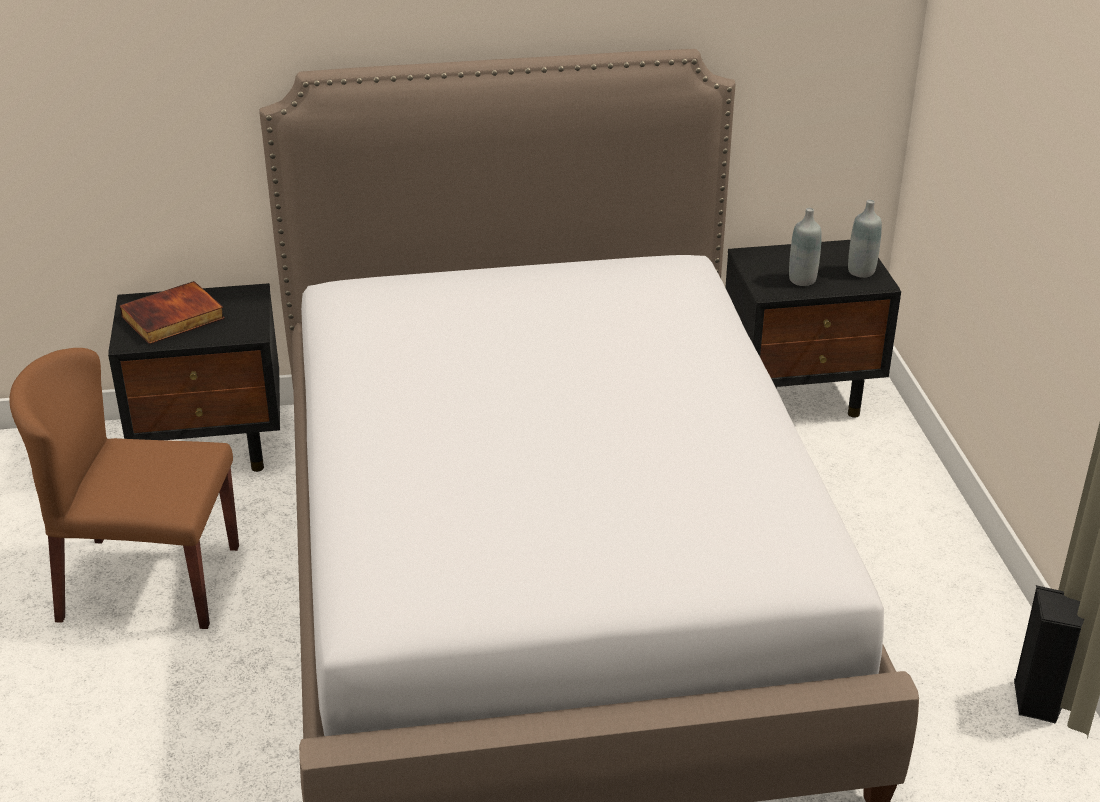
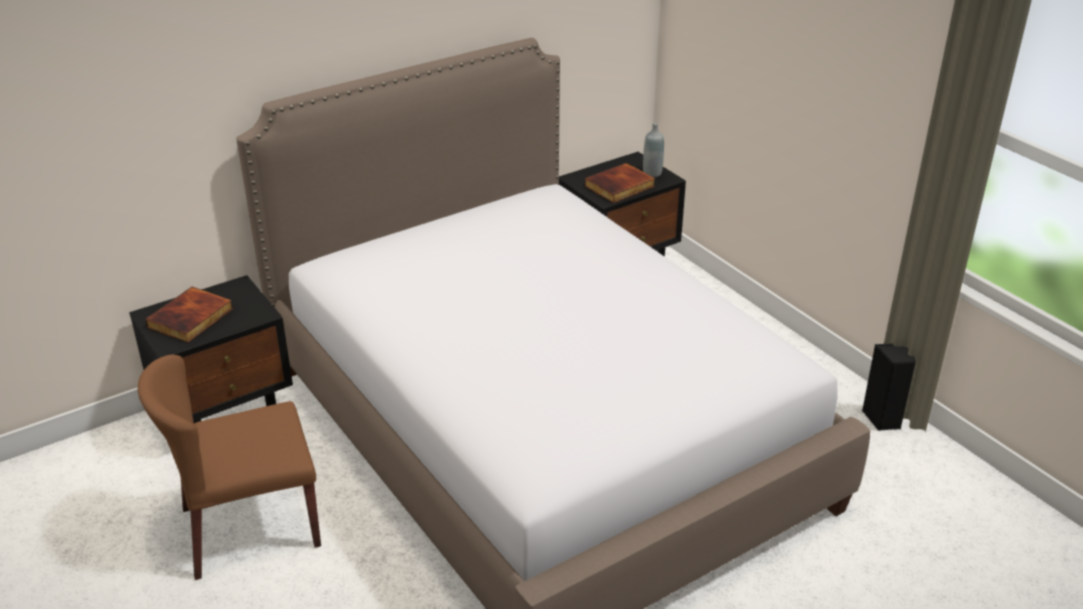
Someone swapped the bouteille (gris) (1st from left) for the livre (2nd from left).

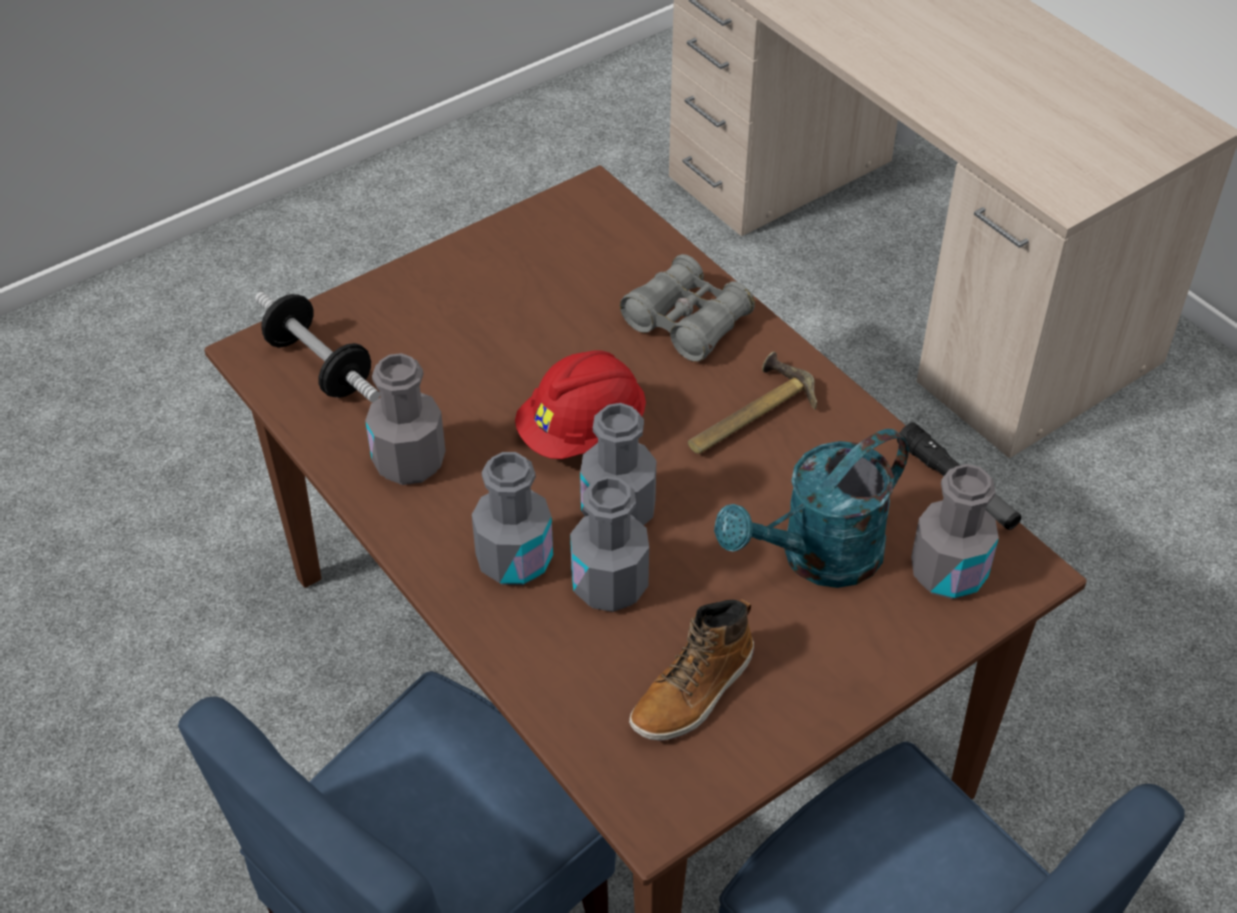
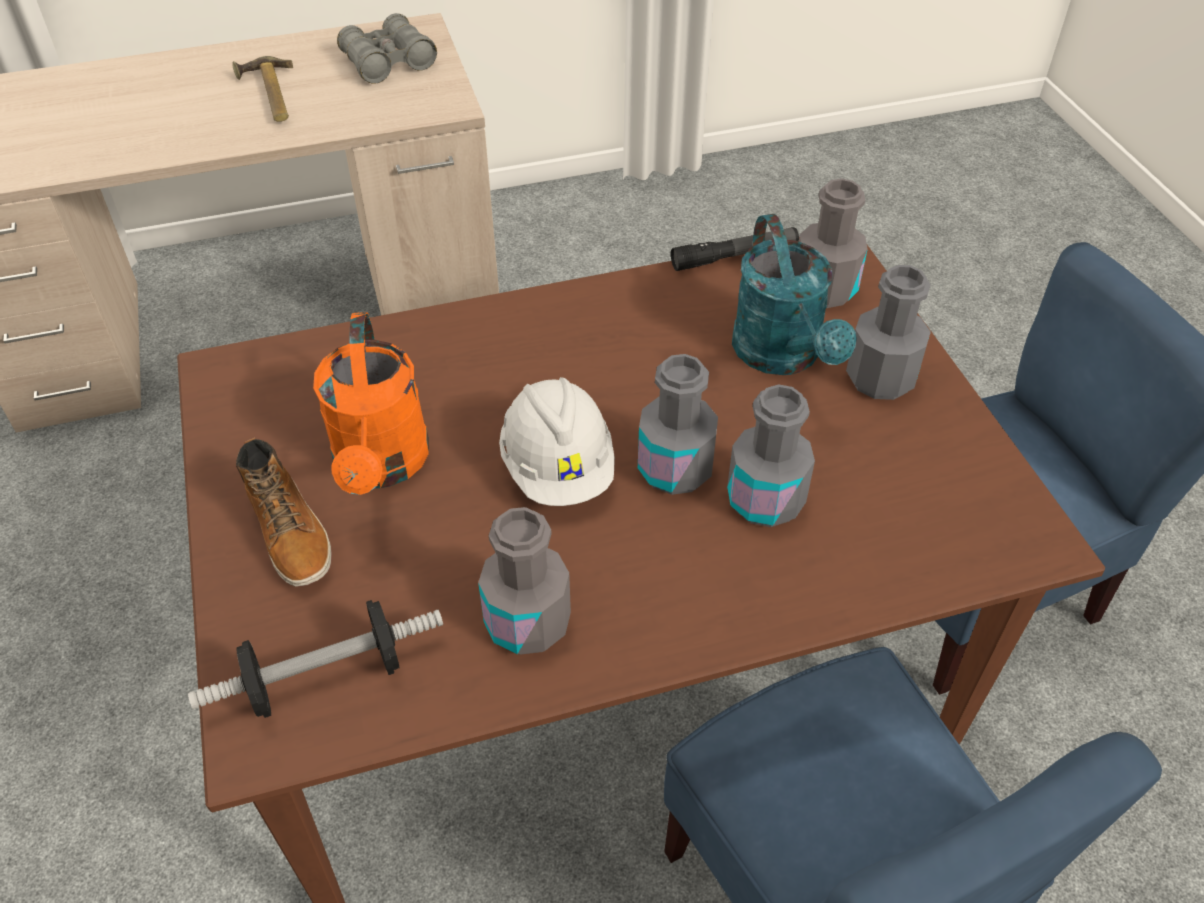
Someone carried the marteau.
Someone carried the botte.
Someone put down the arrosoir (orange).
Someone carried the jumelles (gris).
Someone repainted the casque de chantier (rouge), which became the casque de chantier (blanc).
Someone carried the bouteille (gris) (2nd from left in the first image).

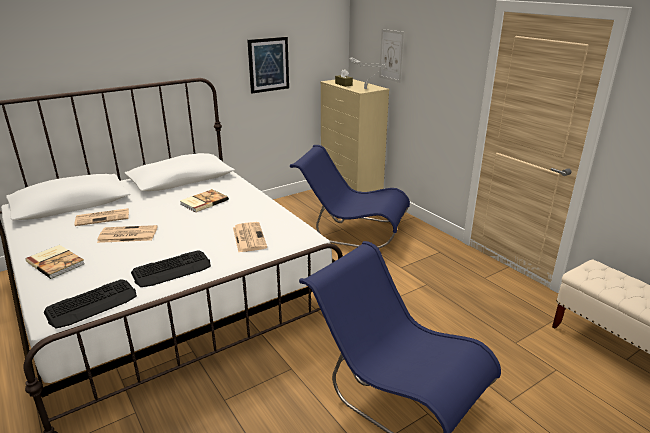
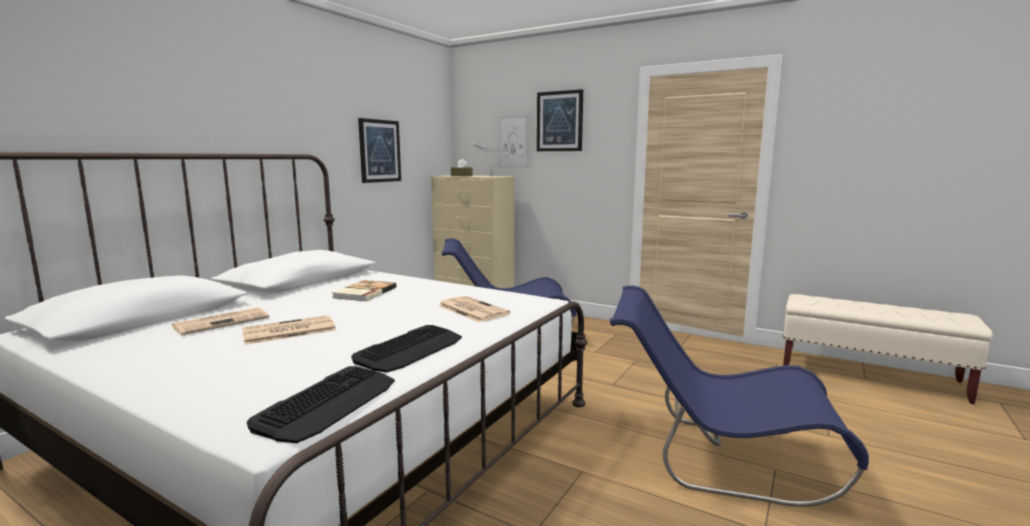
Someone put up the tableau (3rd from left).
Someone took away the livre (1st from left).

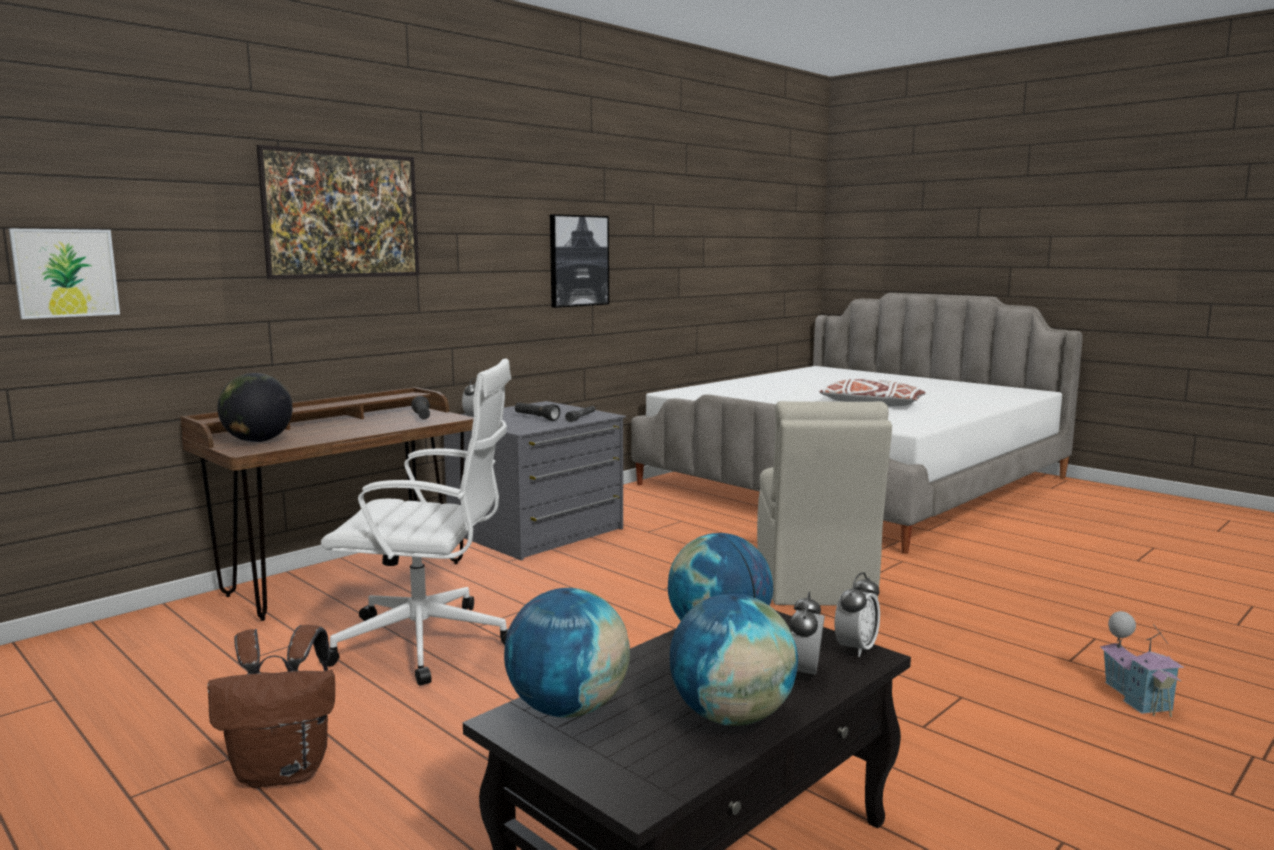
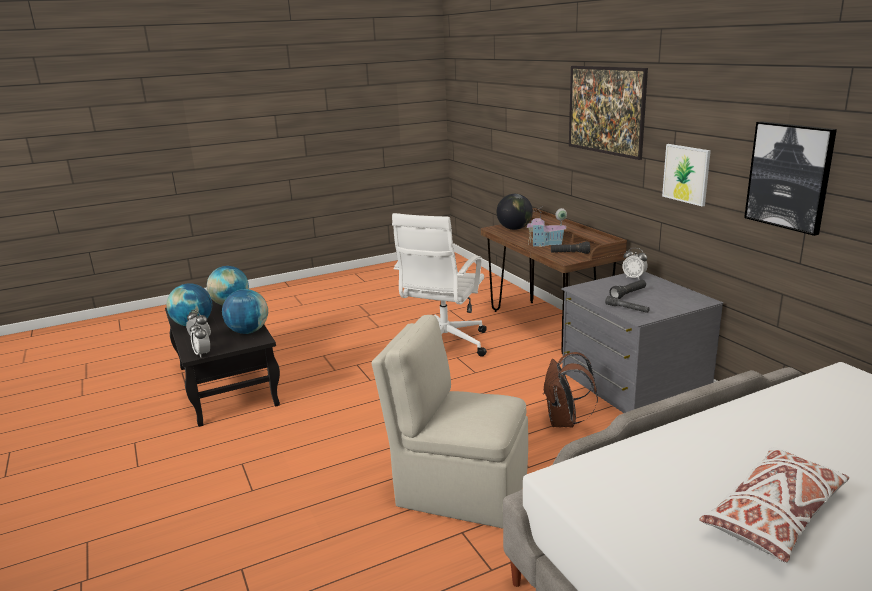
Someone carried the maison miniature.
Someone carried the sac à dos (marron).
Someone carried the tableau (1st from left in the first image).

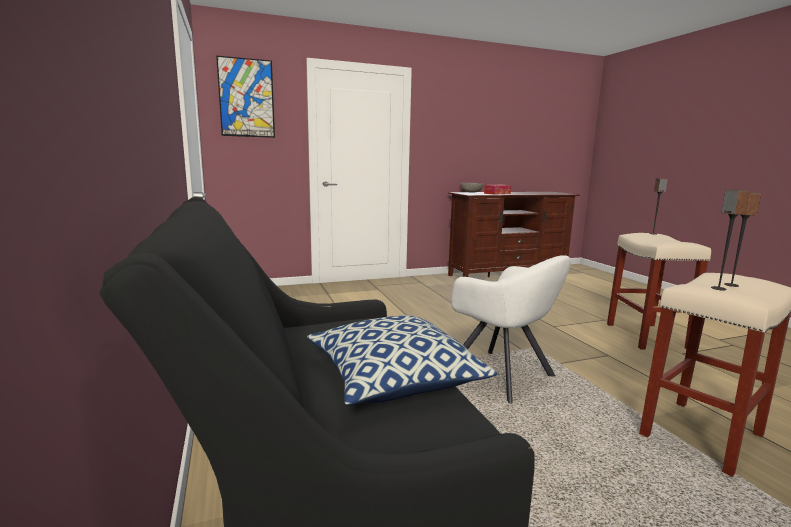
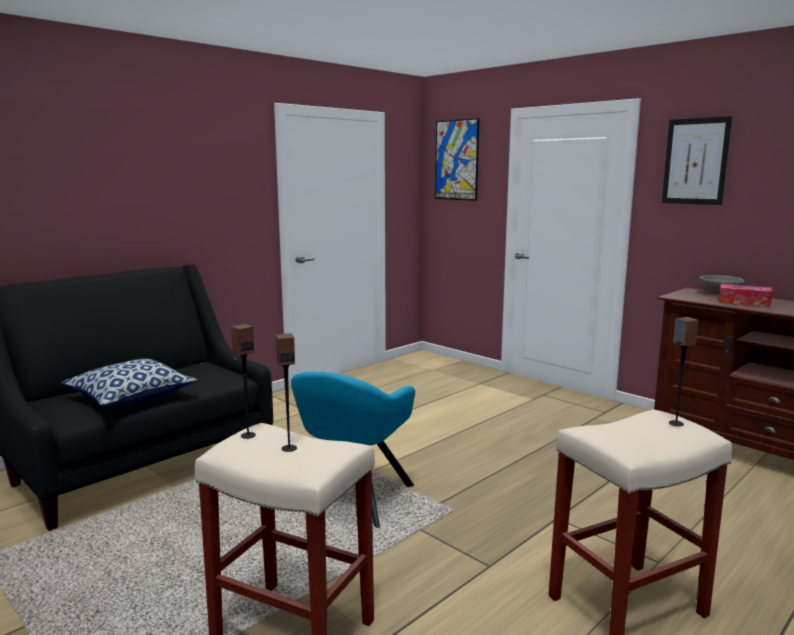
Someone repainted the fauteuil (blanc), which became the fauteuil (turquoise).
Someone put up the tableau (2nd from left).

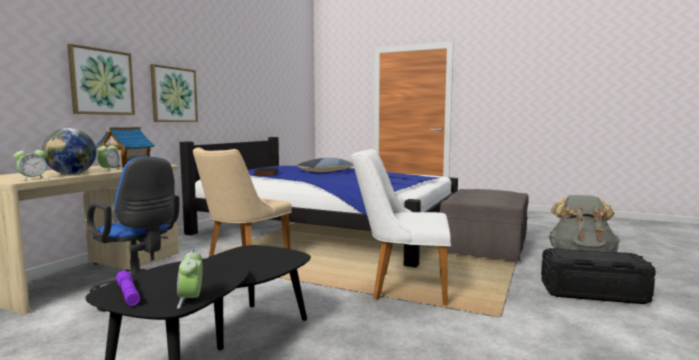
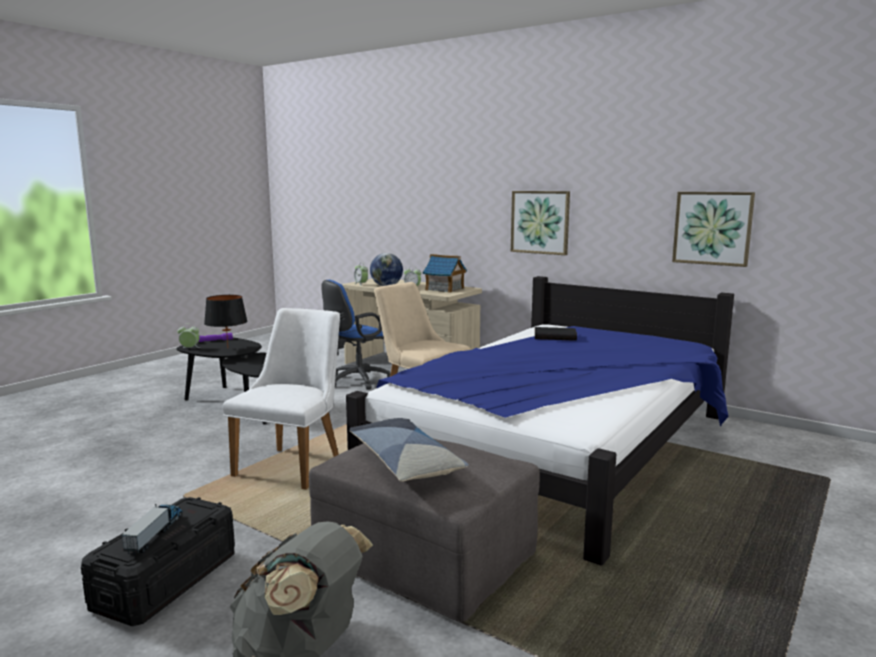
Someone put down the camion jouet.
Someone put down the lampe de table (noir).
Someone carried the coussin.
Someone carried the tableau (1st from left in the first image).

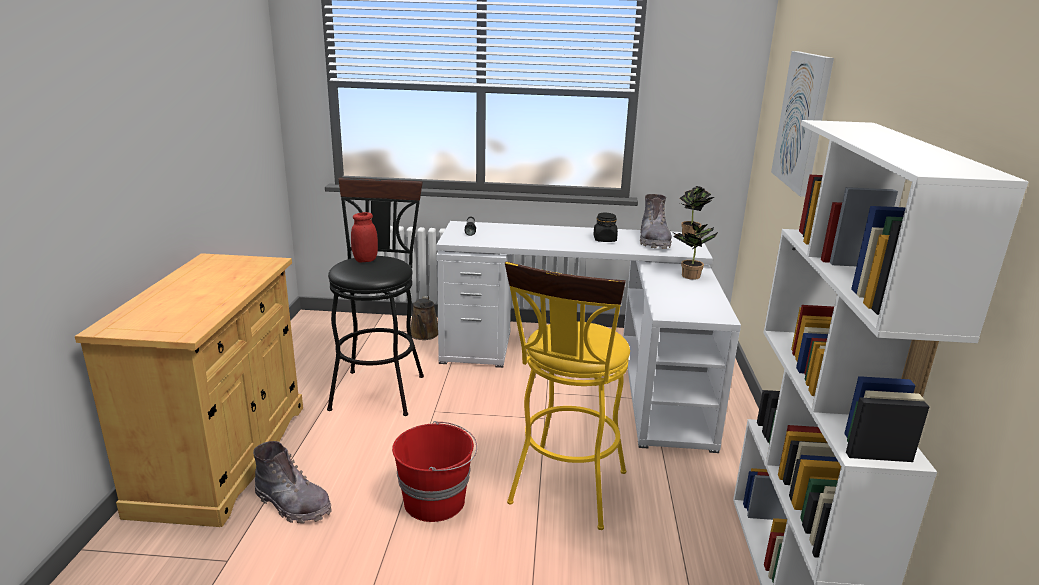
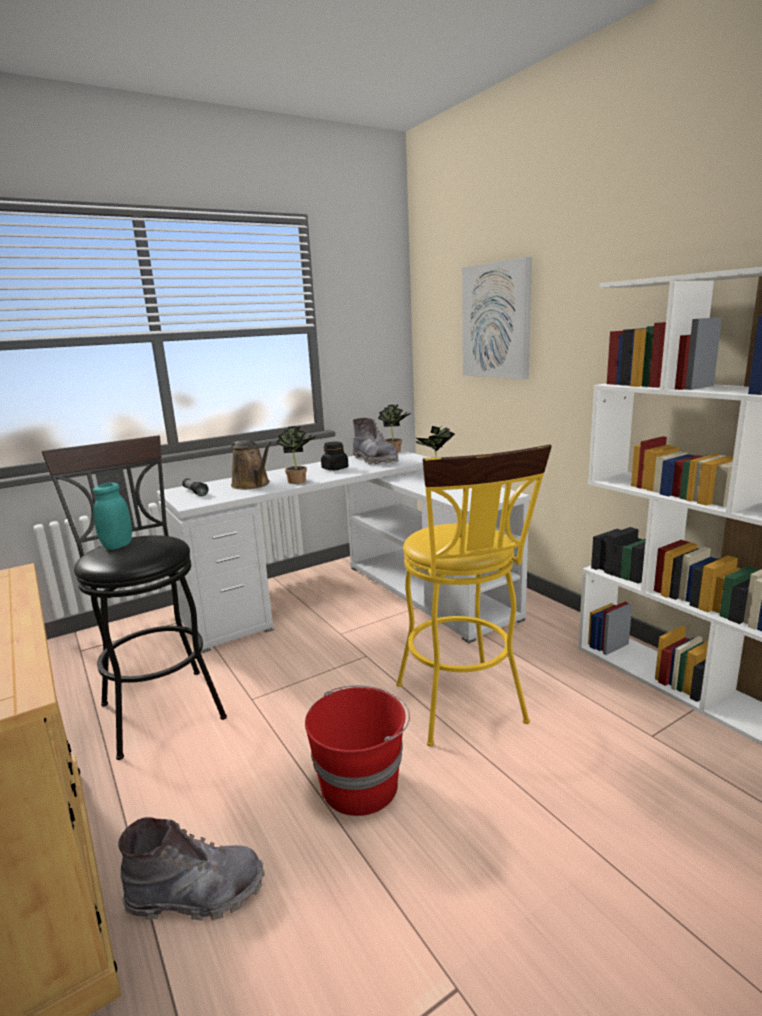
Someone repainted the bocal (rouge), which became the bocal (turquoise).
Someone carried the arrosoir (marron).
Someone put down the plante en pot (1st from left).

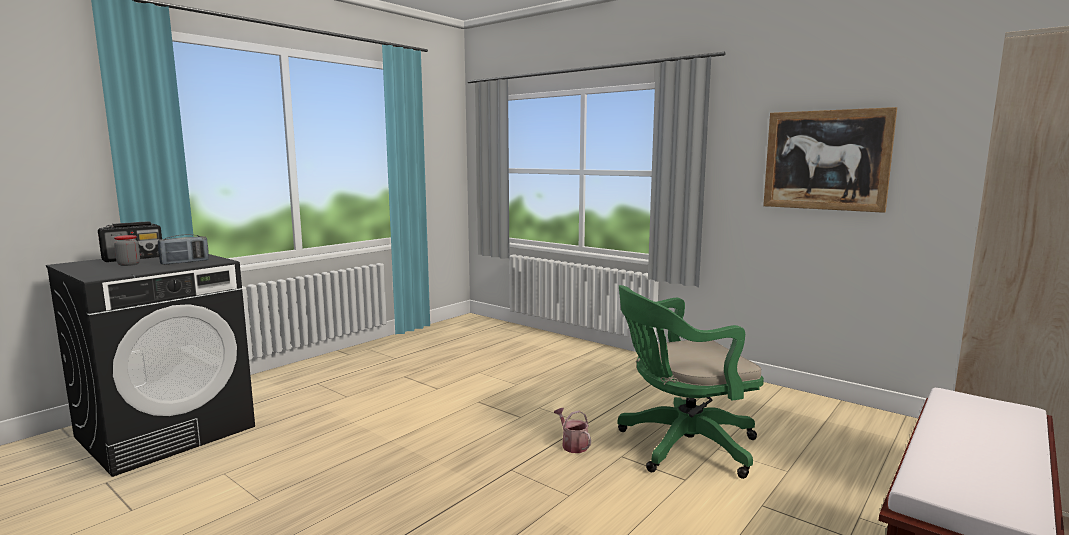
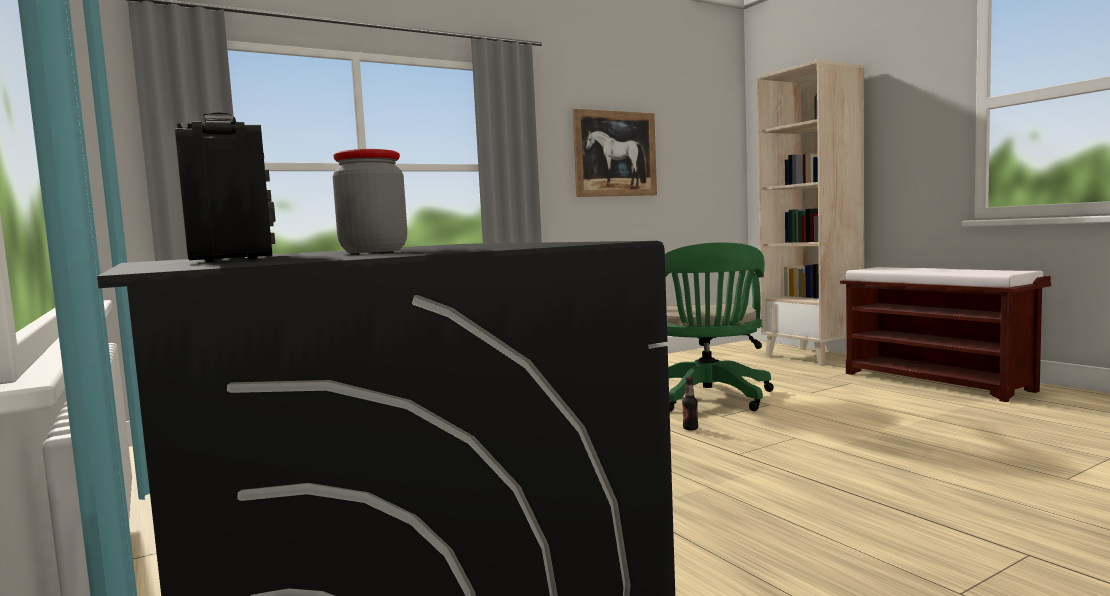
Someone swapped the arrosoir for the bouteille.
Someone took away the radio (2nd from left).

